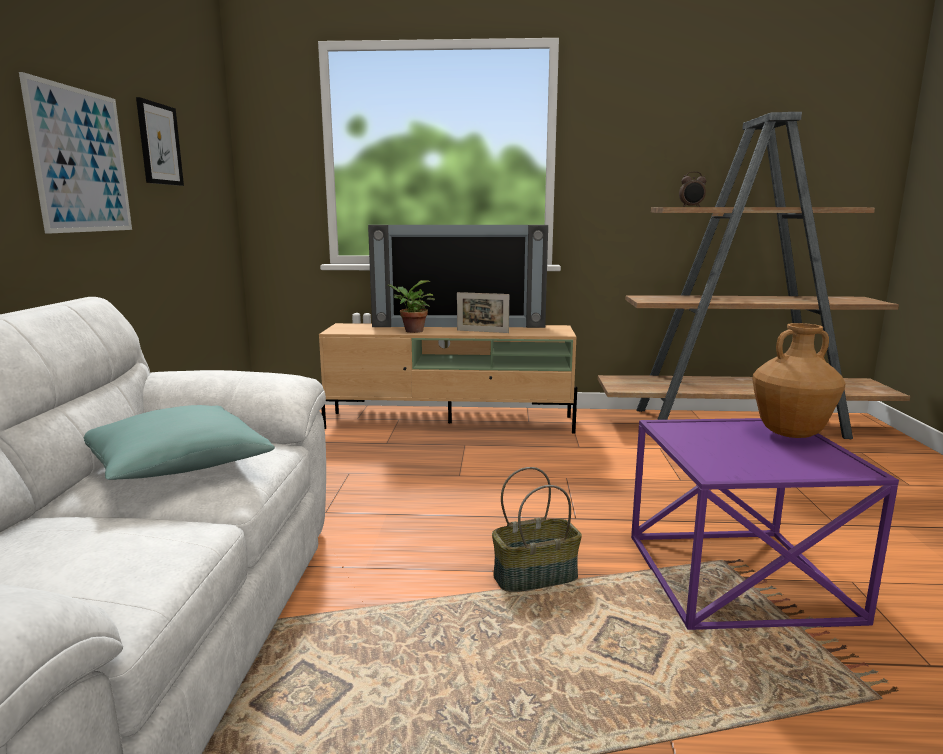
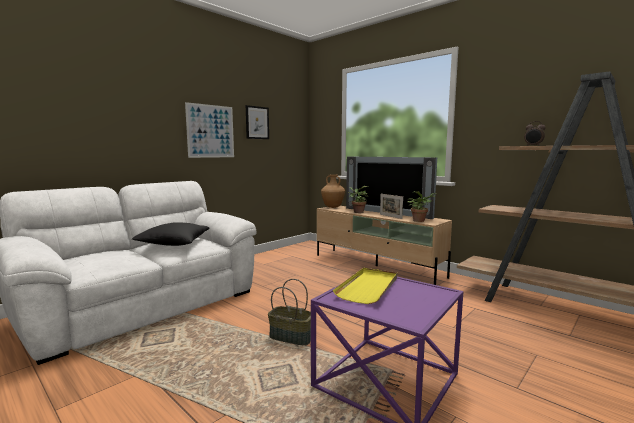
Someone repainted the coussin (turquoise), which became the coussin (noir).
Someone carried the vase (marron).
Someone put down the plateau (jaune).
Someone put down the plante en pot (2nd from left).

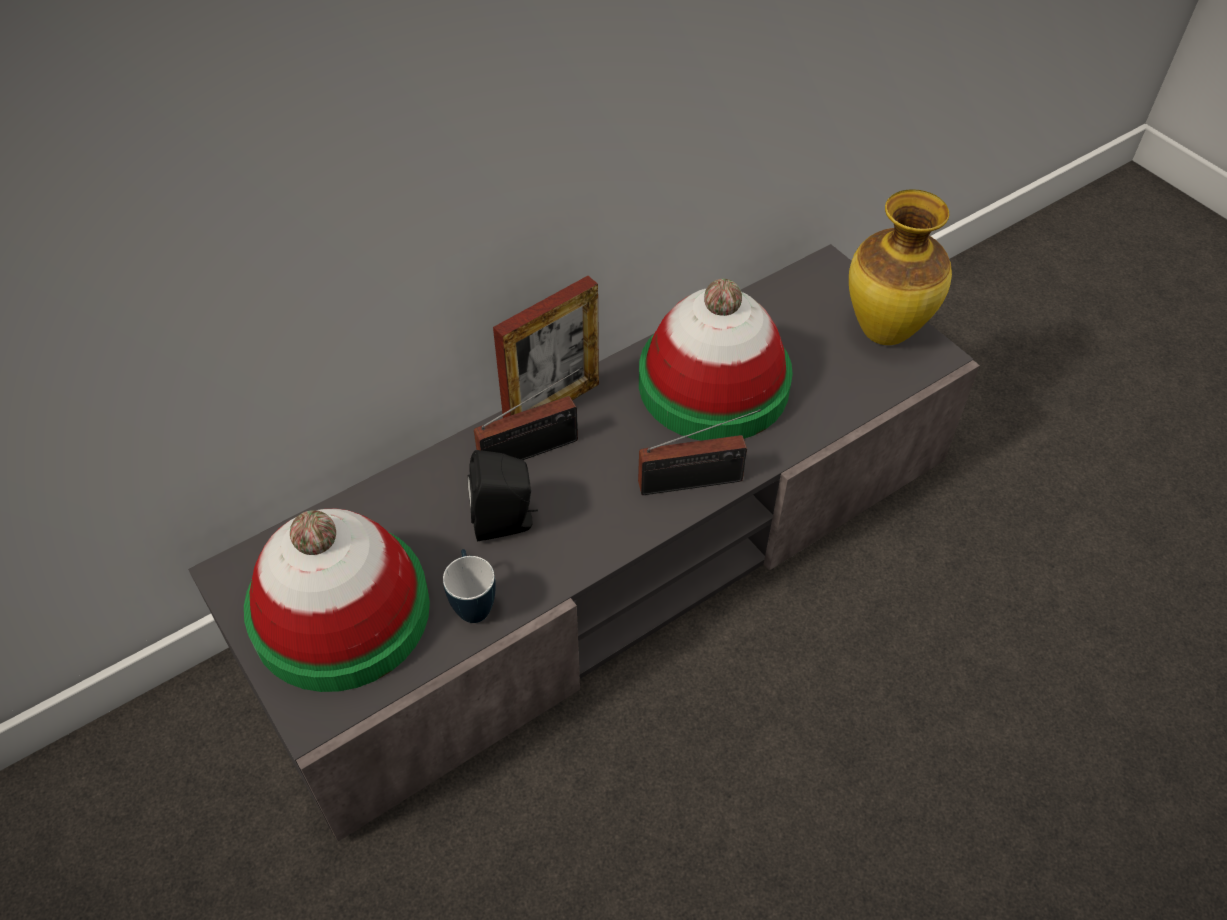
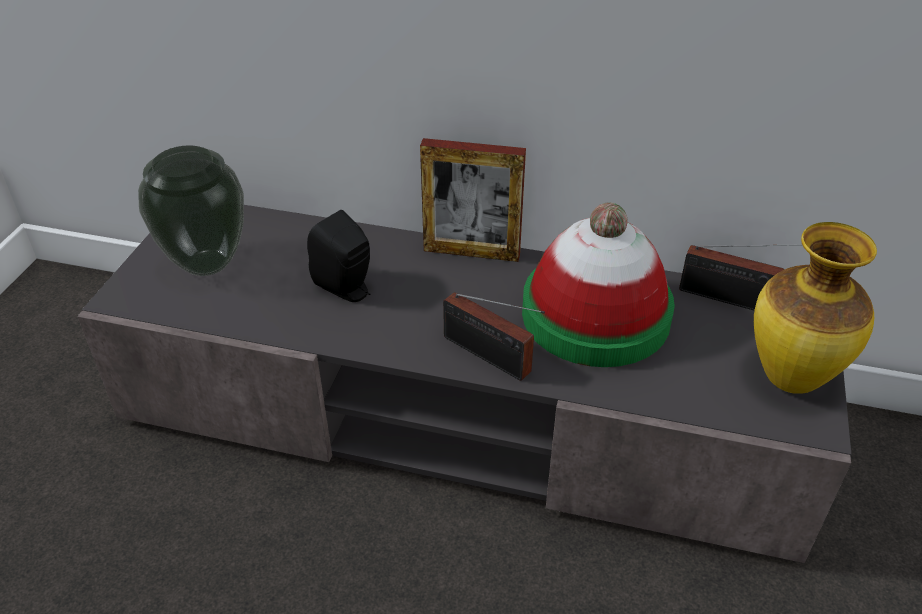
Someone swapped the chapeau (1st from left) for the vase (1st from left).
Someone carried the radio (1st from left in the first image).
Someone took away the mug.

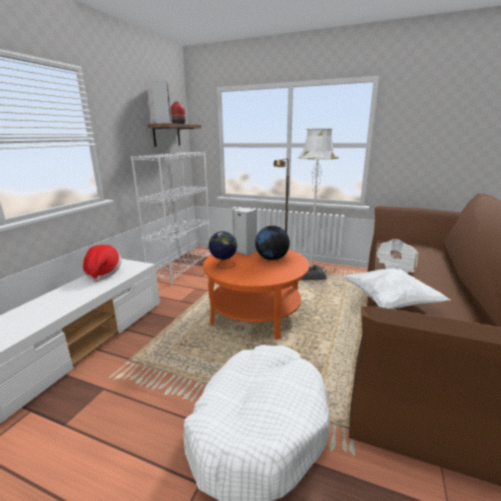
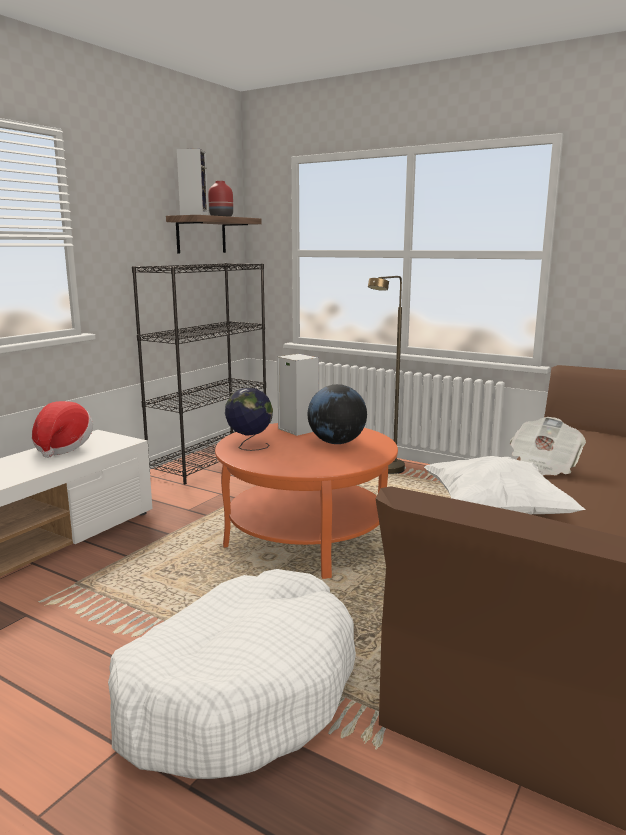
Someone repainted the bibliothèque (blanc), which became the bibliothèque (noir).
Someone took away the lampadaire (blanc).

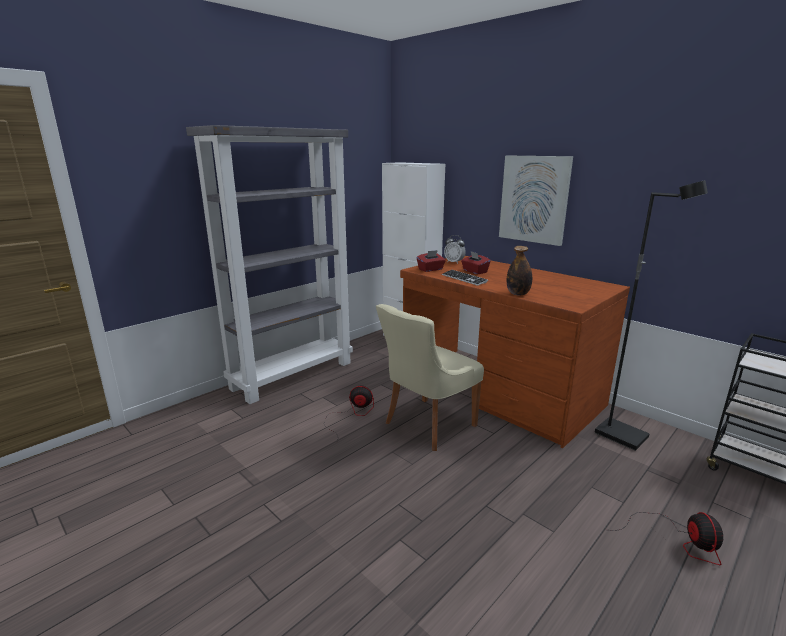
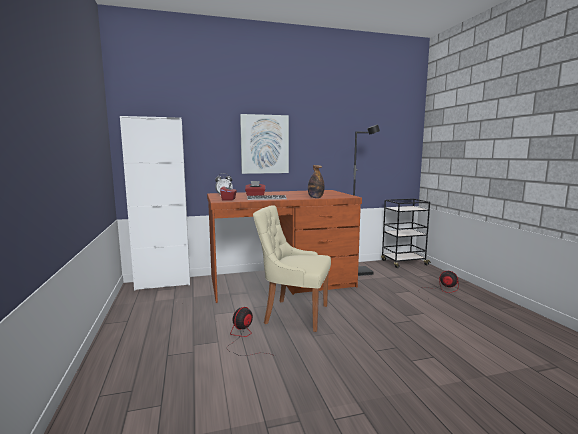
Someone rotated the chaise (beige) by 120 degrees clockwise.
Someone took away the bibliothèque (gris).

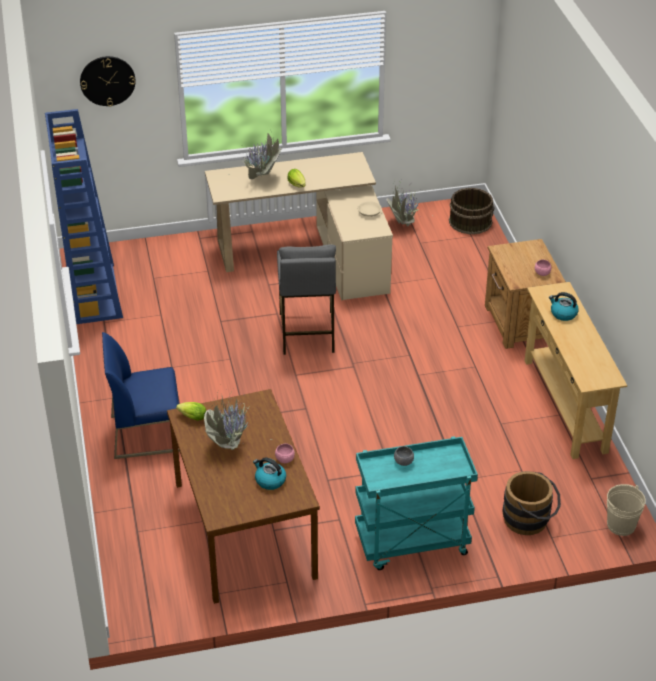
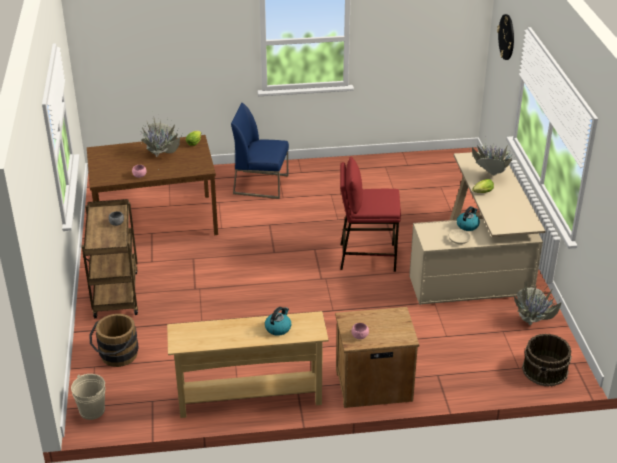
Someone repainted the chariot (turquoise), which became the chariot (marron).
Someone rotated the chaise (bleu) by 75 degrees counterclockwise.
Someone repainted the tabouret (gris), which became the tabouret (rouge).
Someone carried the bouilloire (1st from left in the first image).
Someone took away the bibliothèque (bleu).

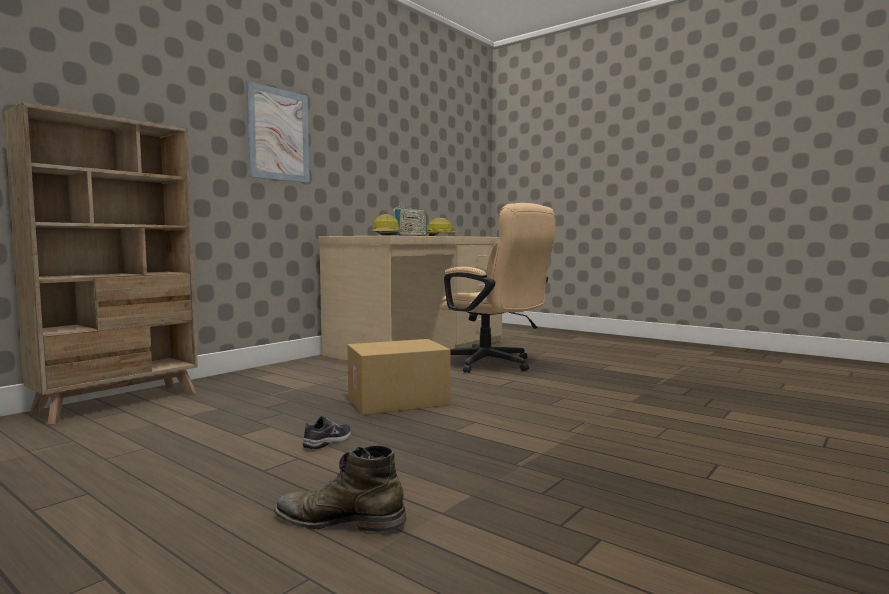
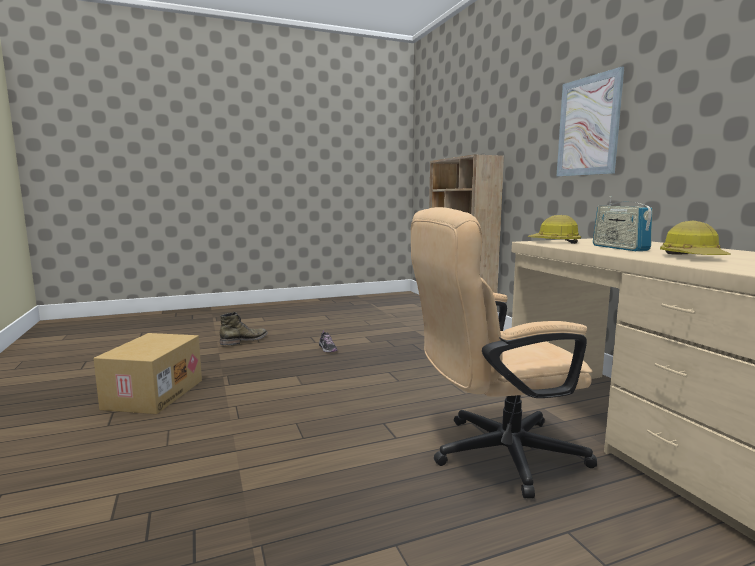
Someone carried the carton.

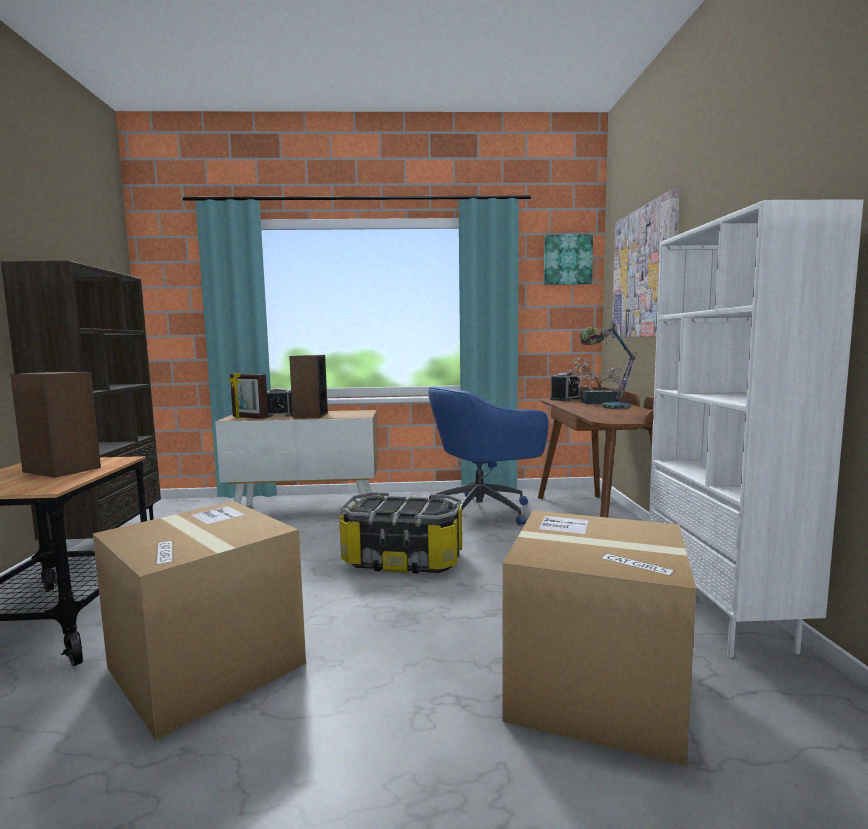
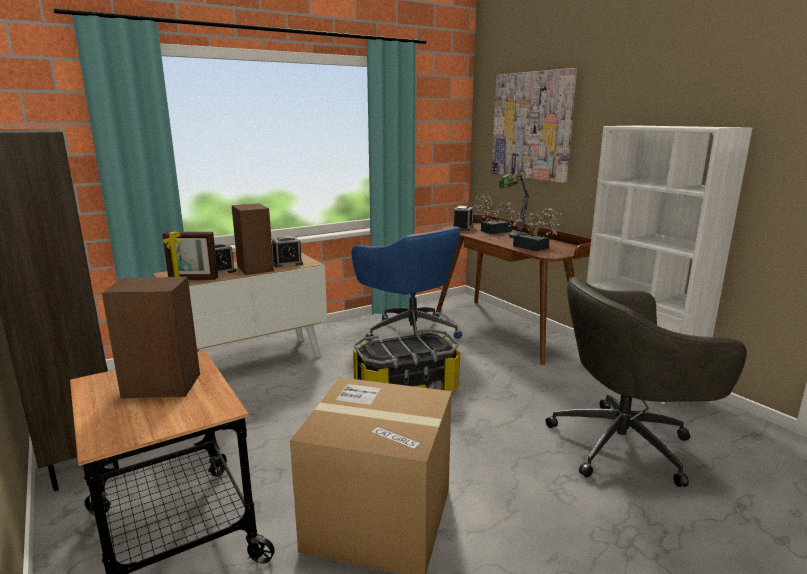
Someone put down the réveil (2nd from left).
Someone rotated the chaise de bureau (bleu) by 75 degrees counterclockwise.
Someone put down the plante en pot (2nd from left).
Someone swapped the carton (2nd from left) for the chaise de bureau (gris).
Someone took away the tableau (1st from left).

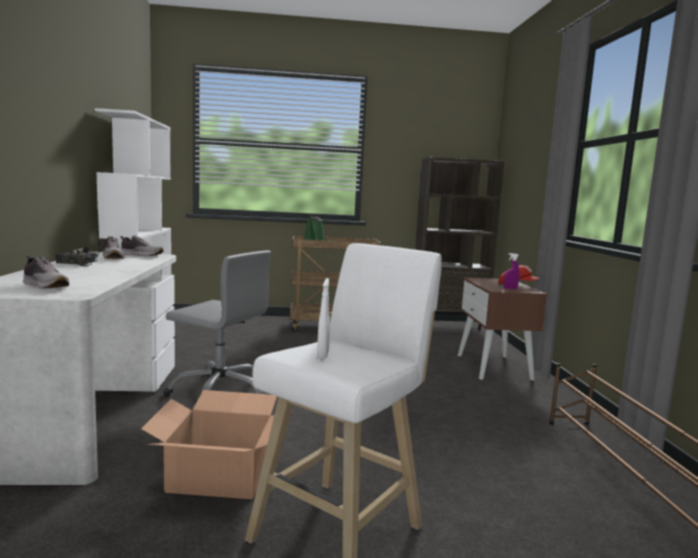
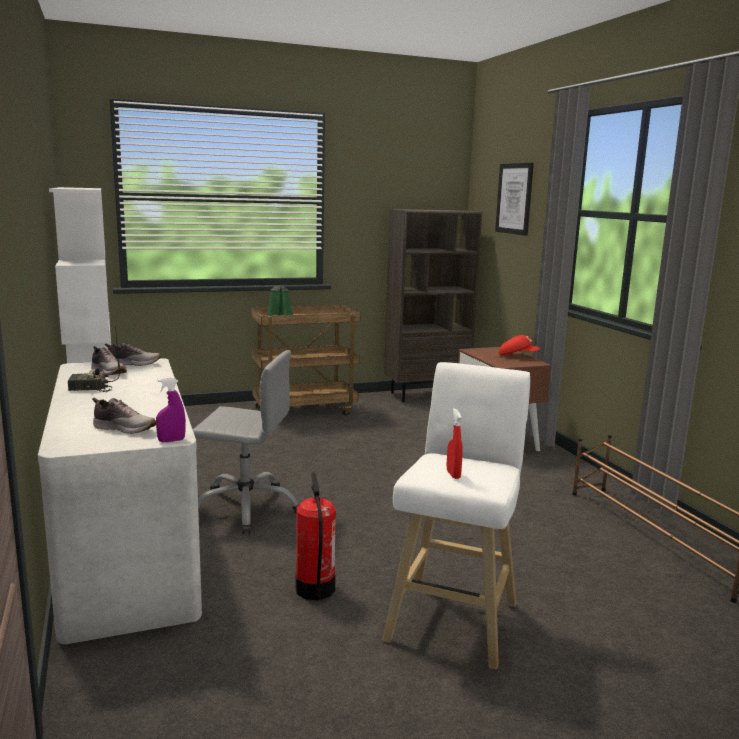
Someone carried the vaporisateur (violet).
Someone swapped the carton for the extincteur.
Someone repainted the vaporisateur (blanc), which became the vaporisateur (rouge).
Someone put up the tableau.

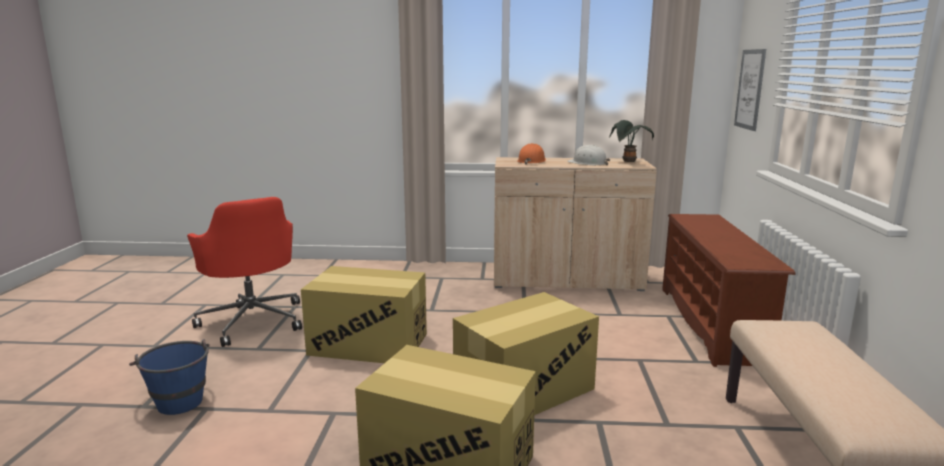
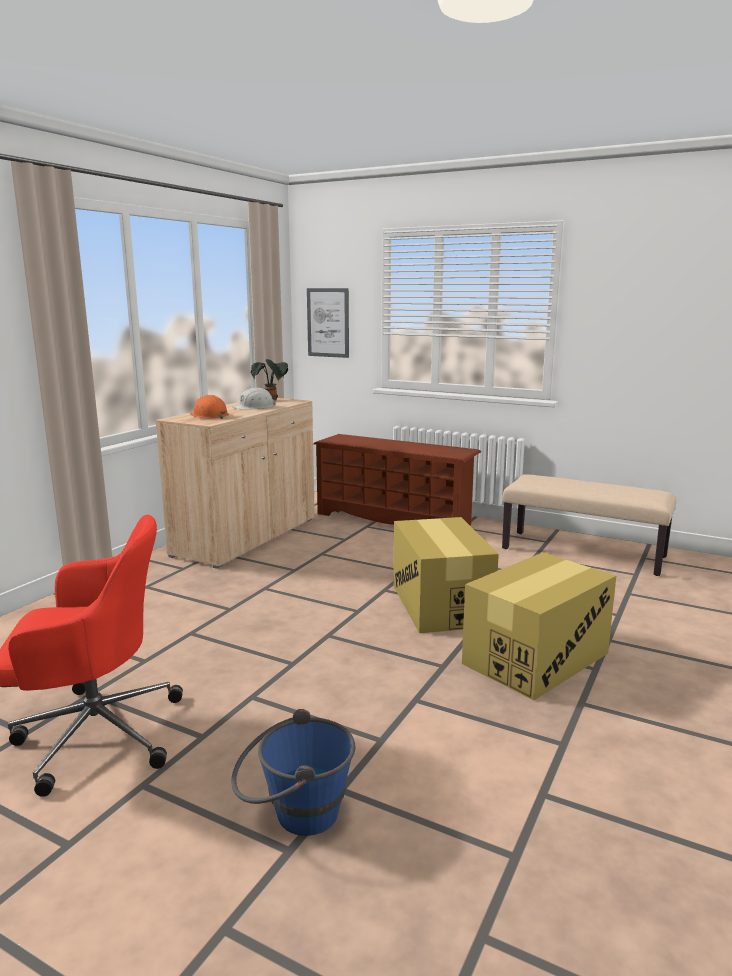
Someone took away the carton (1st from left).

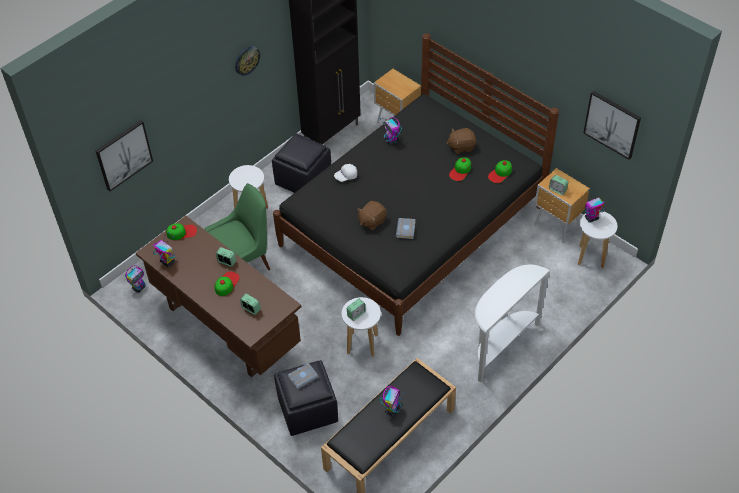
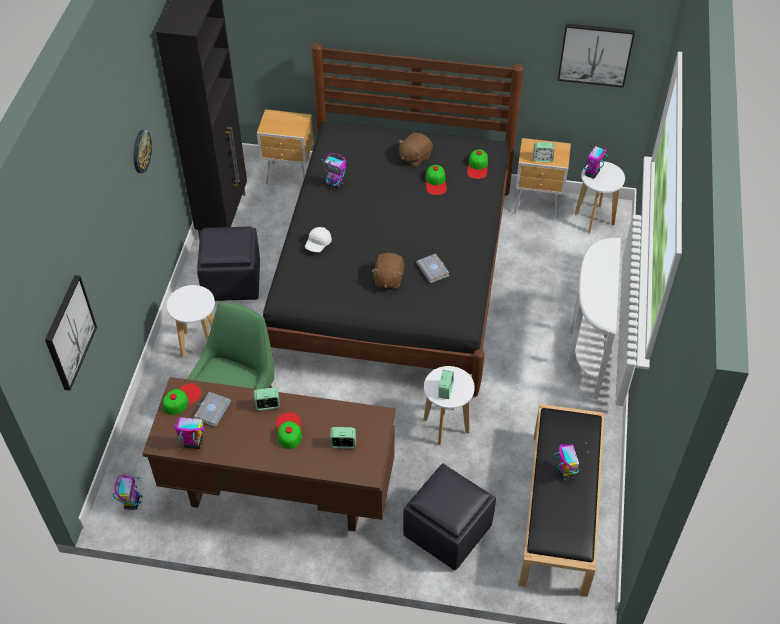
Someone carried the livre (gris) (1st from left).

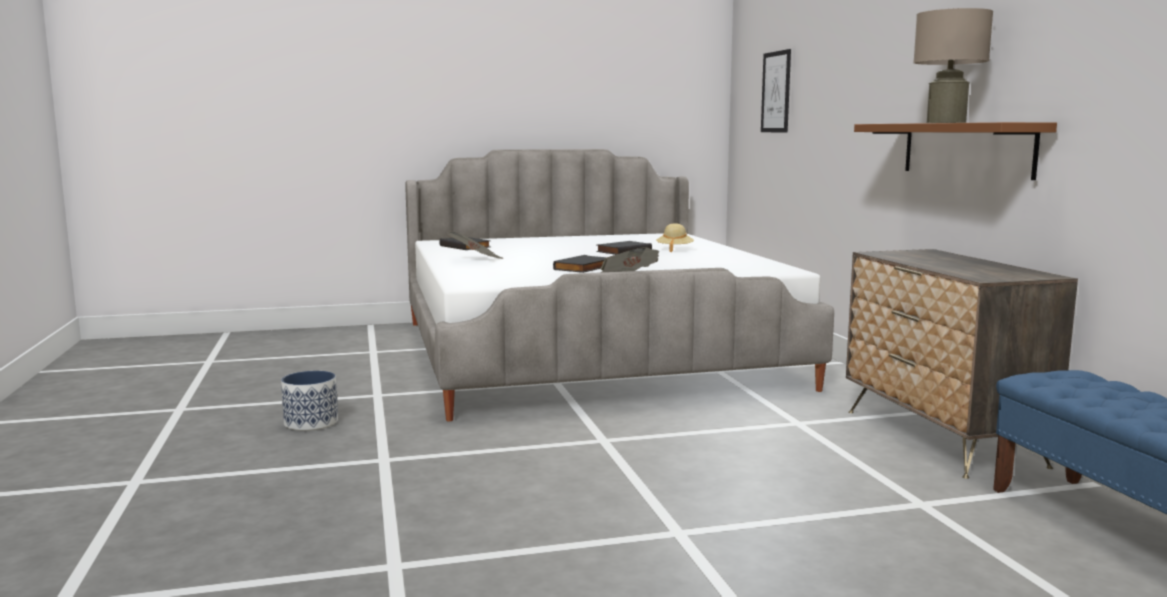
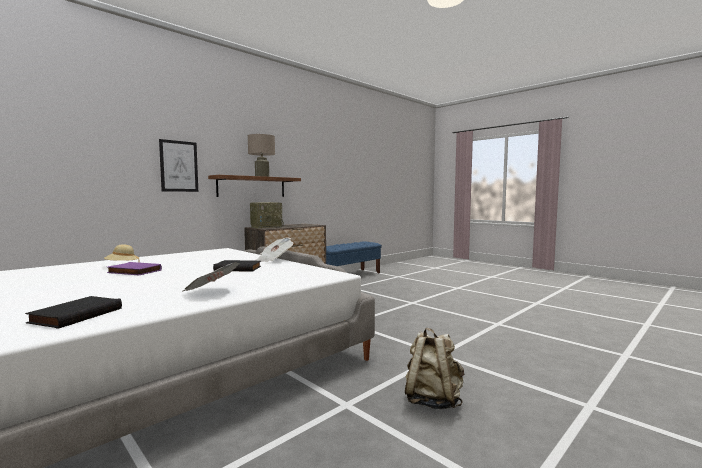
Someone repainted the livre (noir) (3rd from left), which became the livre (violet).
Someone carried the tableau.
Someone put down the radio.
Someone swapped the cache-pot for the sac à dos (beige).

